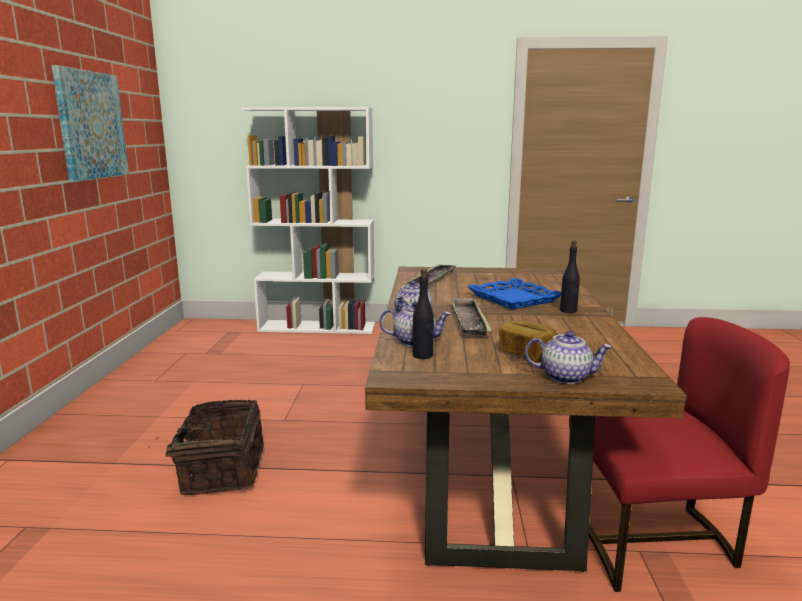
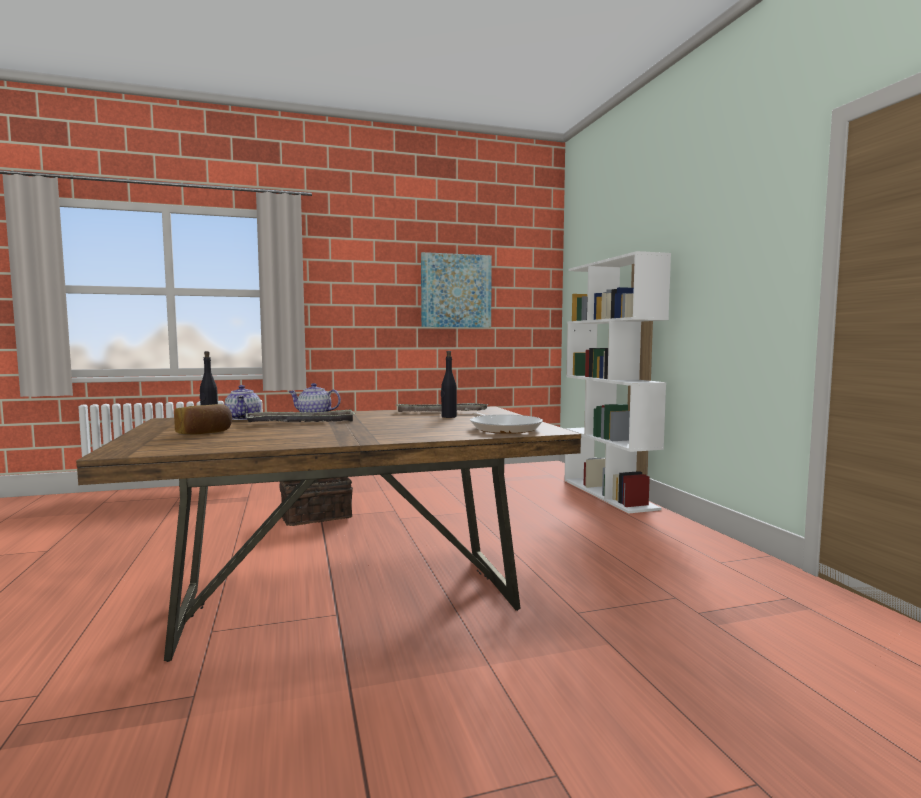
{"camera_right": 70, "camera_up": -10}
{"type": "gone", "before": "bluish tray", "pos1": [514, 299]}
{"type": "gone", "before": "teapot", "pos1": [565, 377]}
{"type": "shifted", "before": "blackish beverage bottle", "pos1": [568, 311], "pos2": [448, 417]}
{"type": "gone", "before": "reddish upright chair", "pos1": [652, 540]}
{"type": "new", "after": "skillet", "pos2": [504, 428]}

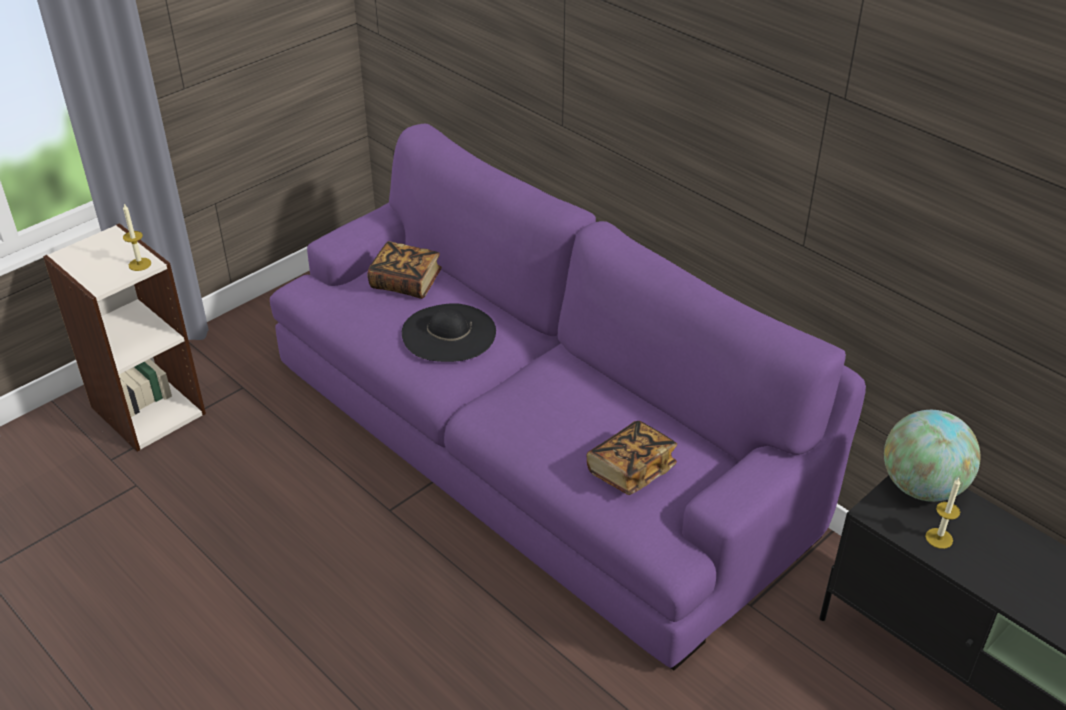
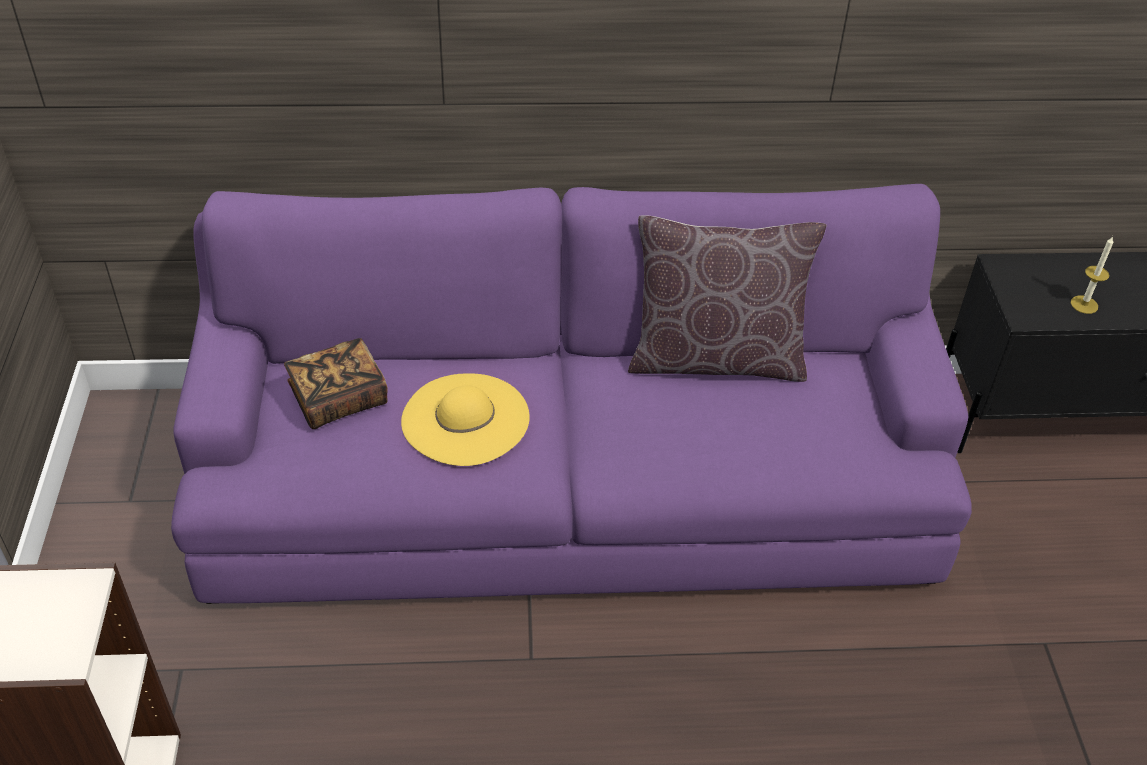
{"camera_right": -50, "camera_up": 5}
{"type": "gone", "before": "wax candle", "pos1": [140, 264]}
{"type": "repainted", "before": "blackish wearable hat", "after": "yellow-coloured wearable hat", "pos1": [448, 333], "pos2": [465, 419]}
{"type": "gone", "before": "bound book", "pos1": [630, 470]}
{"type": "gone", "before": "globe", "pos1": [922, 487]}
{"type": "new", "after": "brownish pillow", "pos2": [716, 358]}

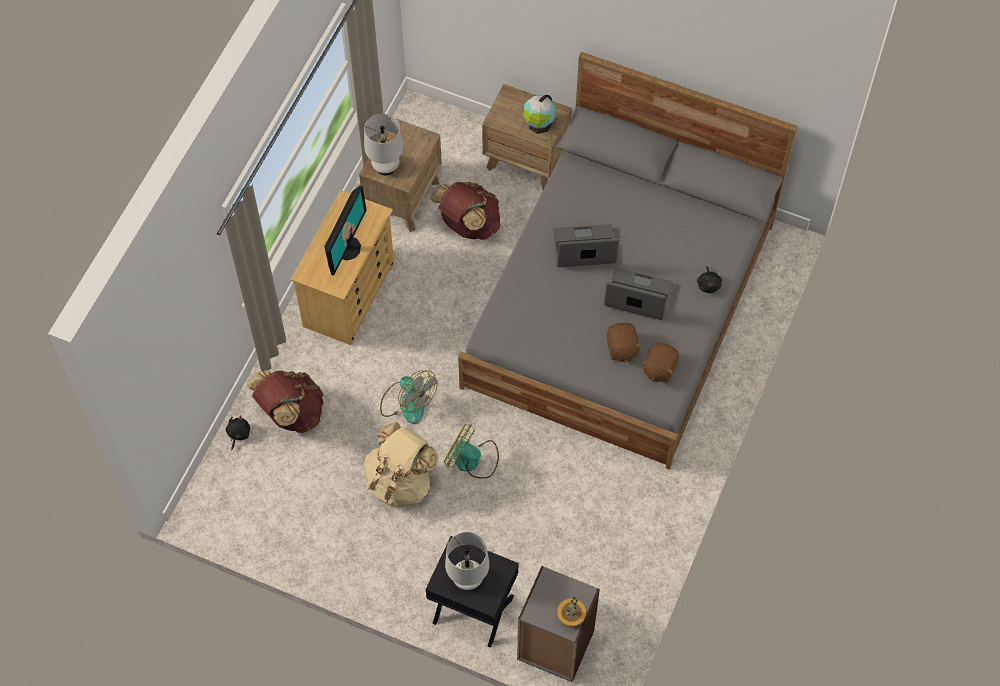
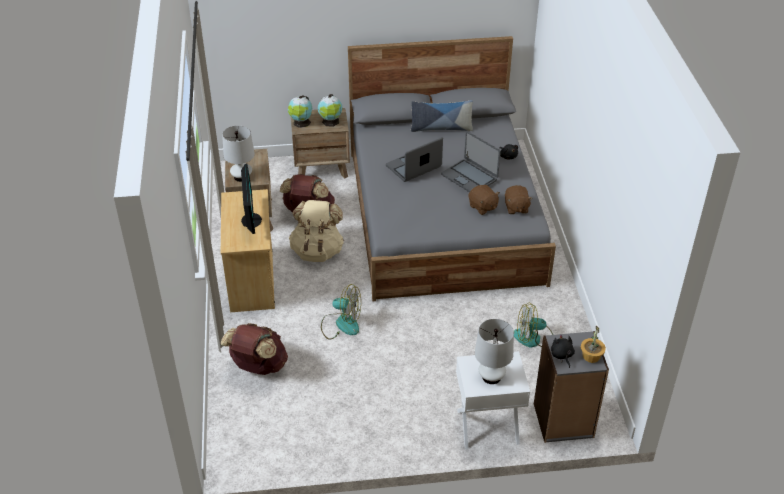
{"camera_right": -30, "camera_up": -20}
{"type": "shifted", "before": "blackish plush toy", "pos1": [238, 434], "pos2": [562, 356]}
{"type": "shifted", "before": "sand-coloured knapsack", "pos1": [400, 481], "pos2": [317, 251]}
{"type": "repainted", "before": "blackish night table", "after": "whitish night table", "pos1": [472, 610], "pos2": [487, 427]}
{"type": "shifted", "before": "fan", "pos1": [472, 460], "pos2": [533, 338]}
{"type": "rotated", "before": "portable computer", "pos1": [638, 296], "pos2": [469, 177], "turn": -120}
{"type": "new", "after": "globe", "pos2": [301, 123]}
{"type": "new", "after": "pillow", "pos2": [441, 128]}

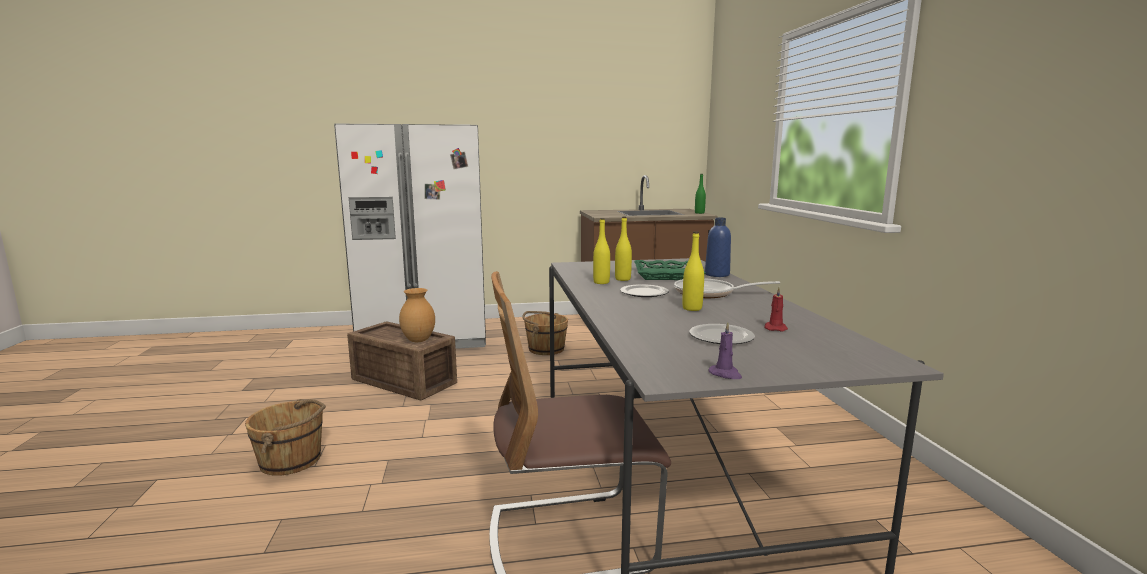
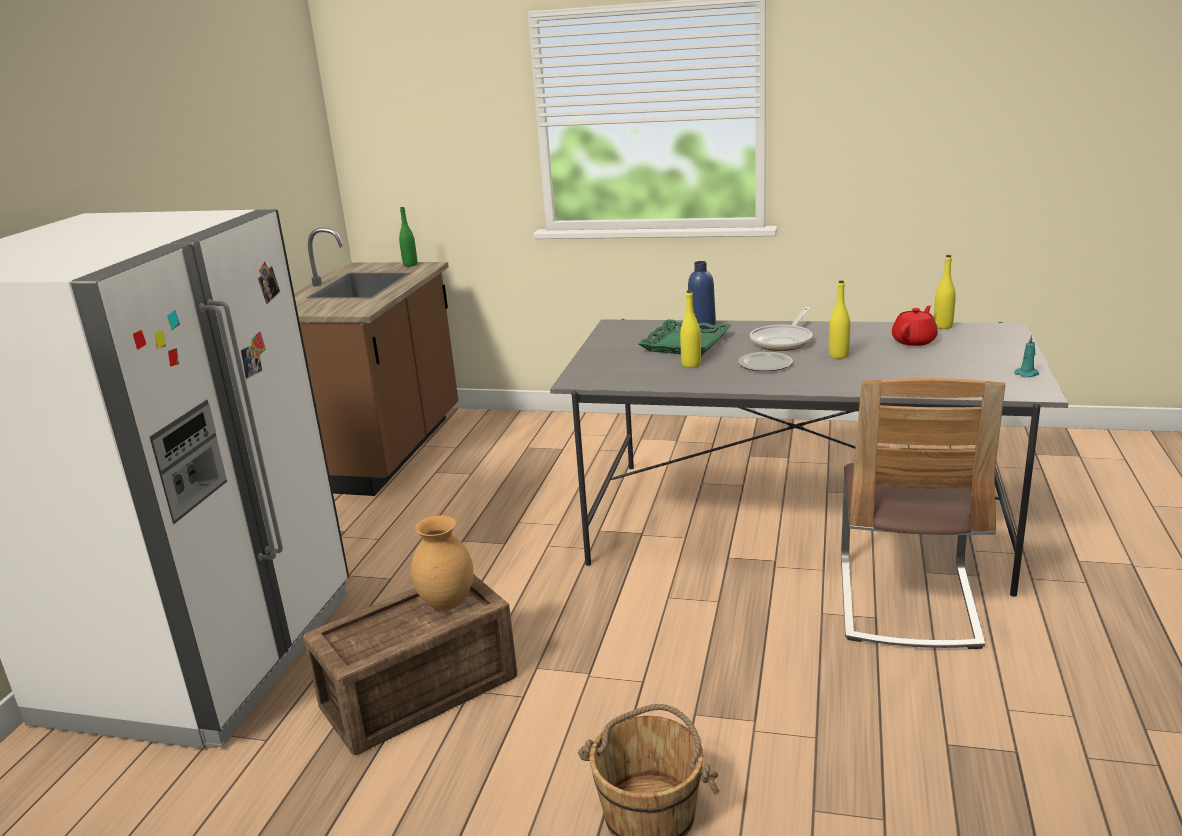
{"camera_right": -65, "camera_up": 10}
{"type": "gone", "before": "brownish pail", "pos1": [545, 349]}
{"type": "shifted", "before": "yellow-coloured beverage bottle", "pos1": [601, 282], "pos2": [943, 326]}
{"type": "gone", "before": "flat dish", "pos1": [720, 337]}
{"type": "repainted", "before": "purple-coloured wax candle", "after": "turquoise wax candle", "pos1": [725, 374], "pos2": [1027, 374]}
{"type": "swapped", "before": "reddish wax candle", "after": "reddish teapot", "pos1": [775, 328], "pos2": [914, 341]}

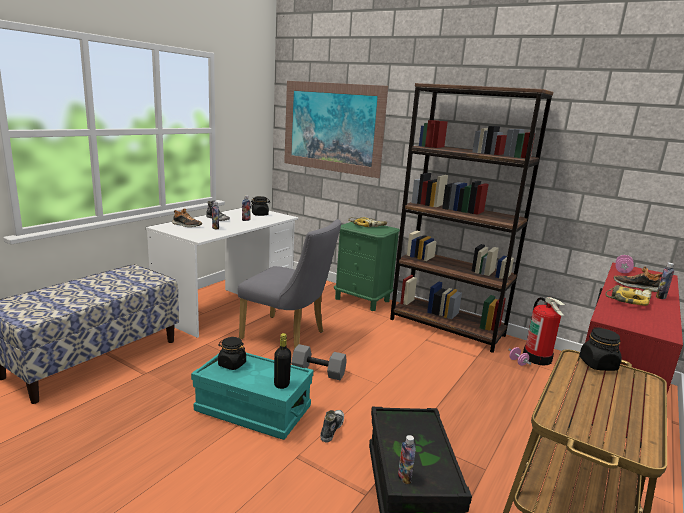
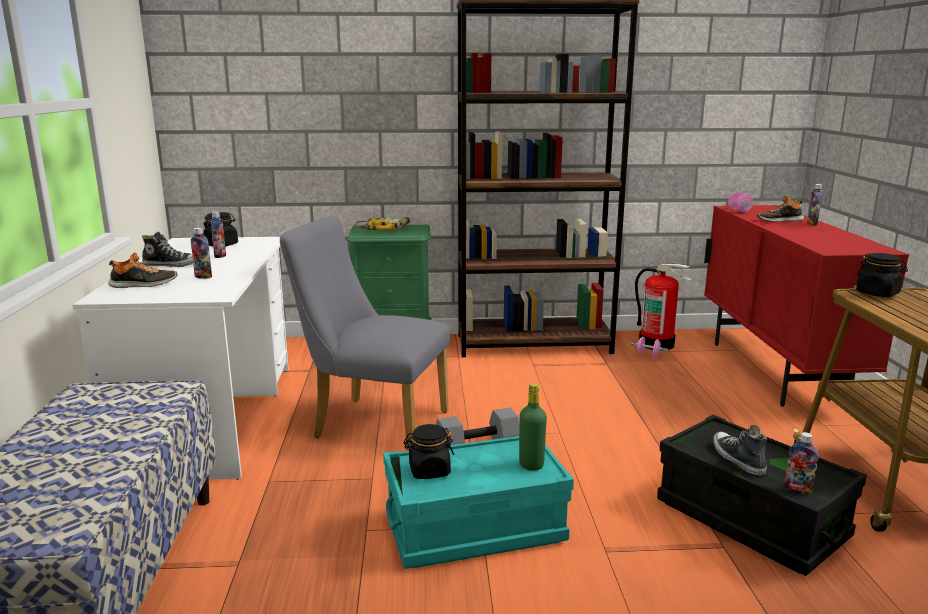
{"camera_right": -35, "camera_up": 0}
{"type": "rotated", "before": "greyish upright chair", "pos1": [288, 336], "pos2": [372, 423], "turn": -150}
{"type": "repainted", "before": "blackish beverage bottle", "after": "green-coloured beverage bottle", "pos1": [281, 384], "pos2": [531, 465]}
{"type": "gone", "before": "wall art", "pos1": [332, 127]}
{"type": "shifted", "before": "low shoe", "pos1": [331, 429], "pos2": [737, 459]}
{"type": "gone", "before": "electric drill", "pos1": [628, 299]}

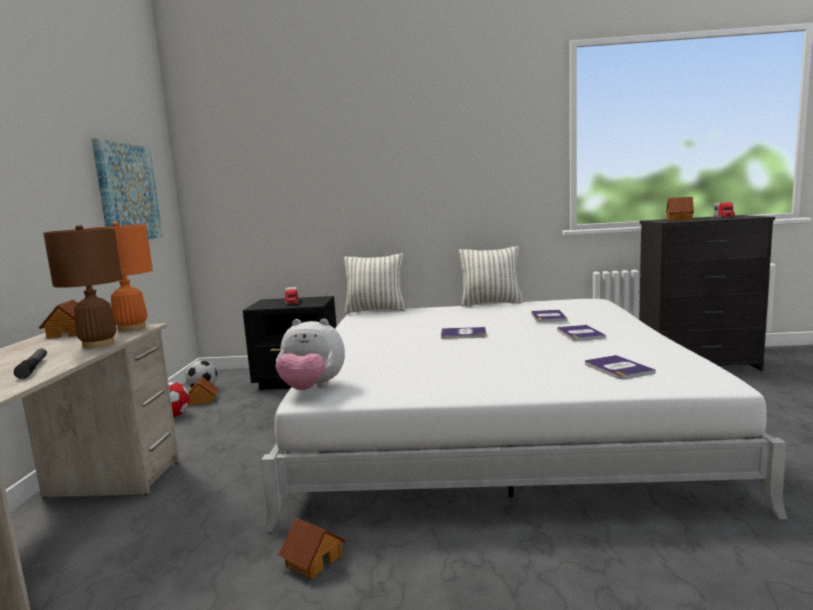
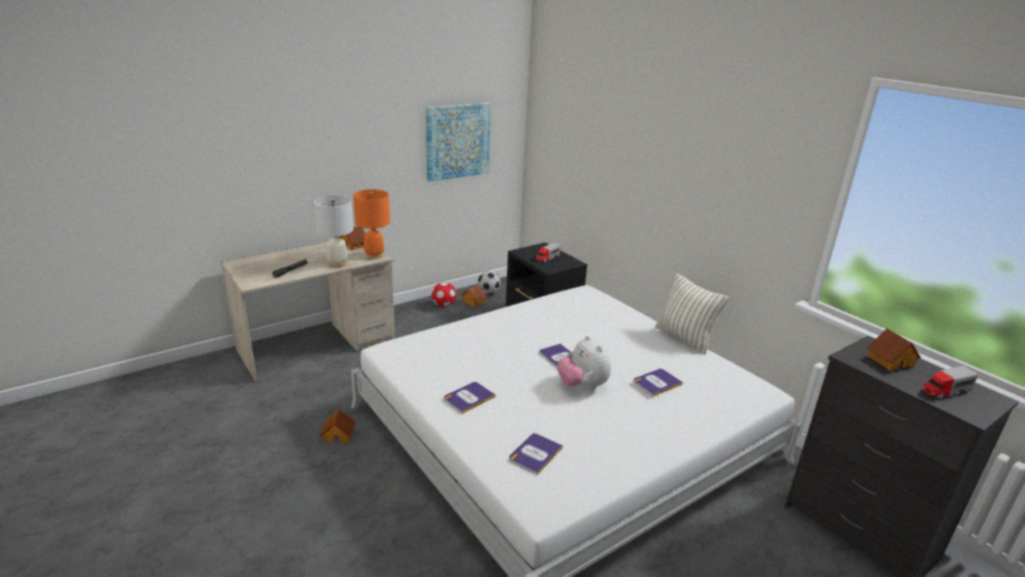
{"camera_right": 50, "camera_up": 15}
{"type": "repainted", "before": "brownish table lamp", "after": "whitish table lamp", "pos1": [98, 344], "pos2": [337, 264]}
{"type": "shifted", "before": "plush toy", "pos1": [312, 389], "pos2": [582, 385]}
{"type": "gone", "before": "pillow", "pos1": [375, 310]}
{"type": "shifted", "before": "bound book", "pos1": [580, 333], "pos2": [468, 398]}

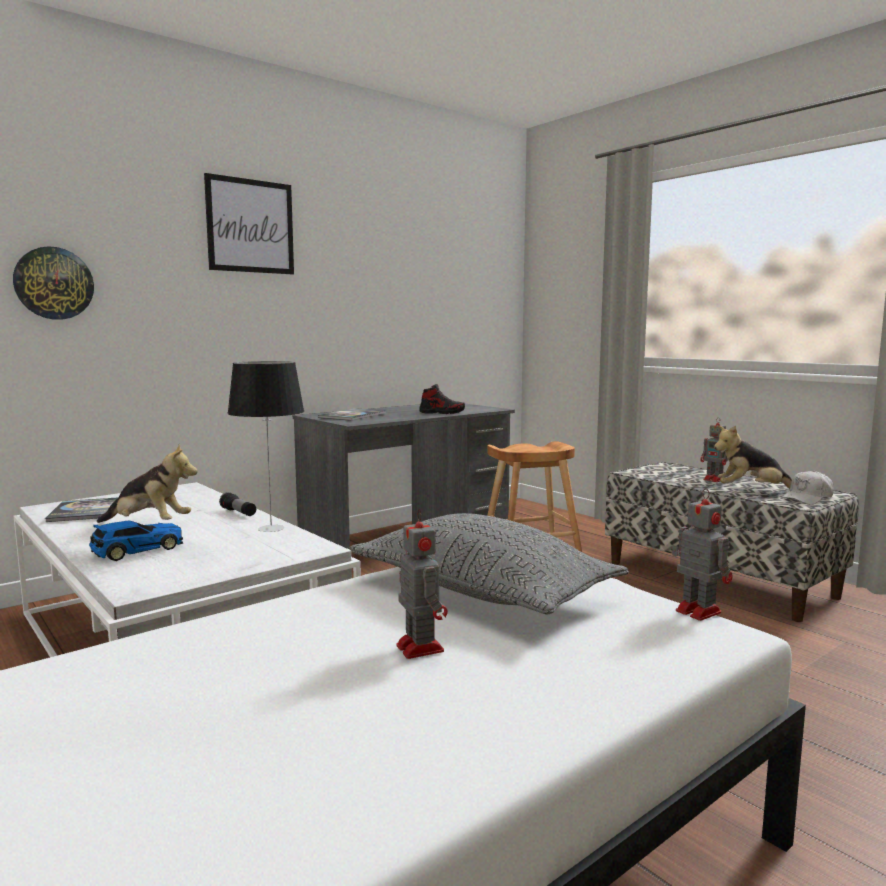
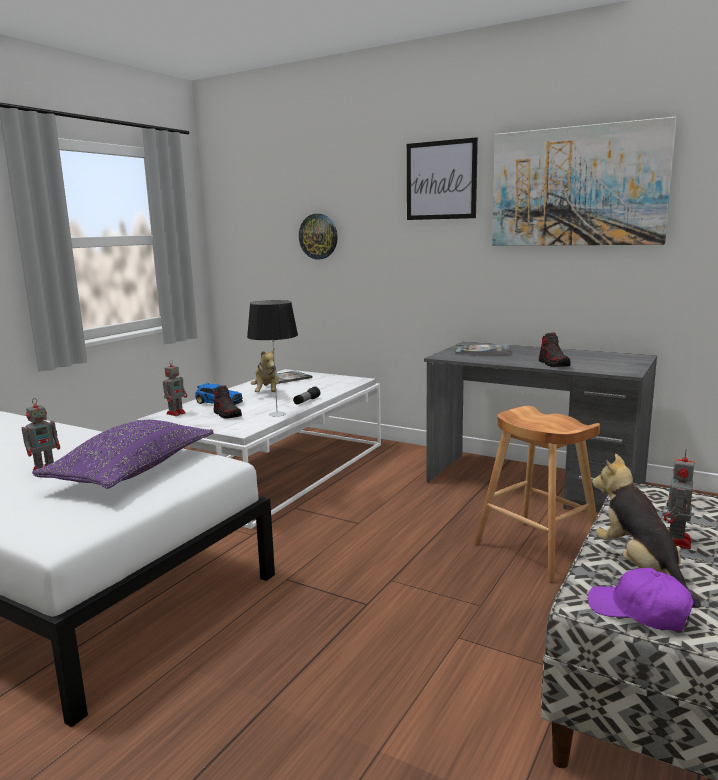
{"camera_right": 70, "camera_up": 5}
{"type": "repainted", "before": "greyish pillow", "after": "purple-coloured pillow", "pos1": [481, 591], "pos2": [133, 471]}
{"type": "shifted", "before": "toy robot", "pos1": [696, 611], "pos2": [176, 413]}
{"type": "repainted", "before": "whitish peaked cap", "after": "purple-coloured peaked cap", "pos1": [807, 498], "pos2": [639, 612]}
{"type": "new", "after": "low shoe", "pos2": [227, 414]}
{"type": "new", "after": "wall art", "pos2": [577, 187]}

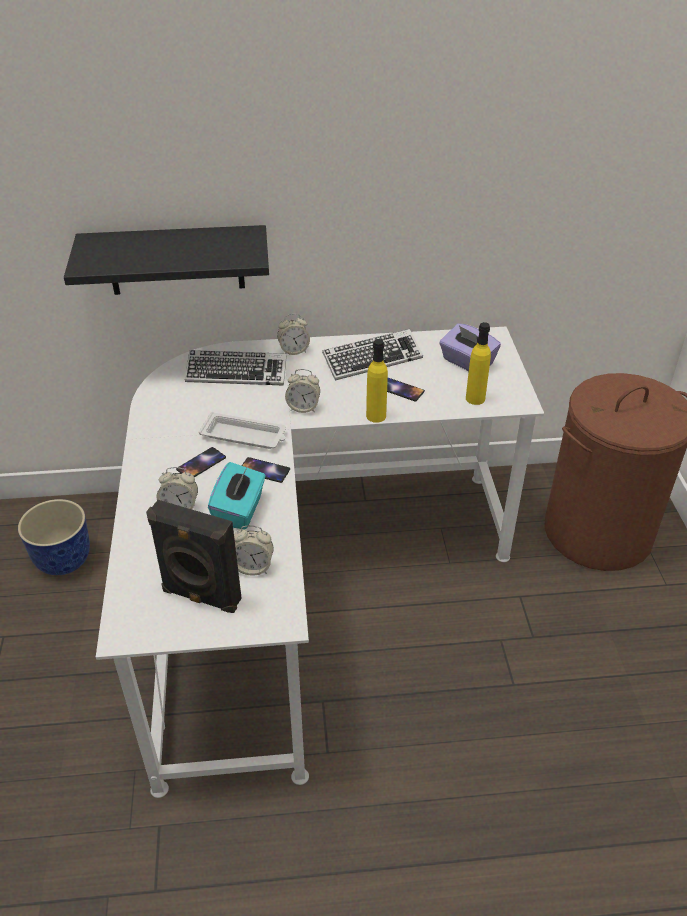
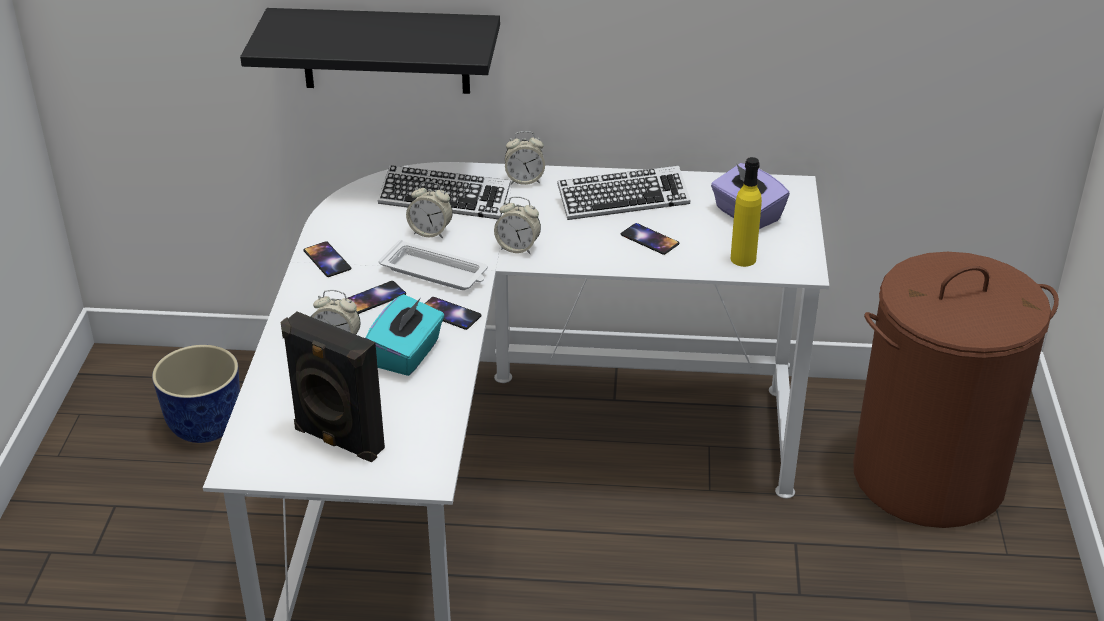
{"camera_right": 10, "camera_up": -5}
{"type": "shifted", "before": "bedside clock", "pos1": [253, 567], "pos2": [430, 232]}
{"type": "gone", "before": "yellow-coloured beverage bottle", "pos1": [376, 416]}
{"type": "new", "after": "handset", "pos2": [327, 260]}

